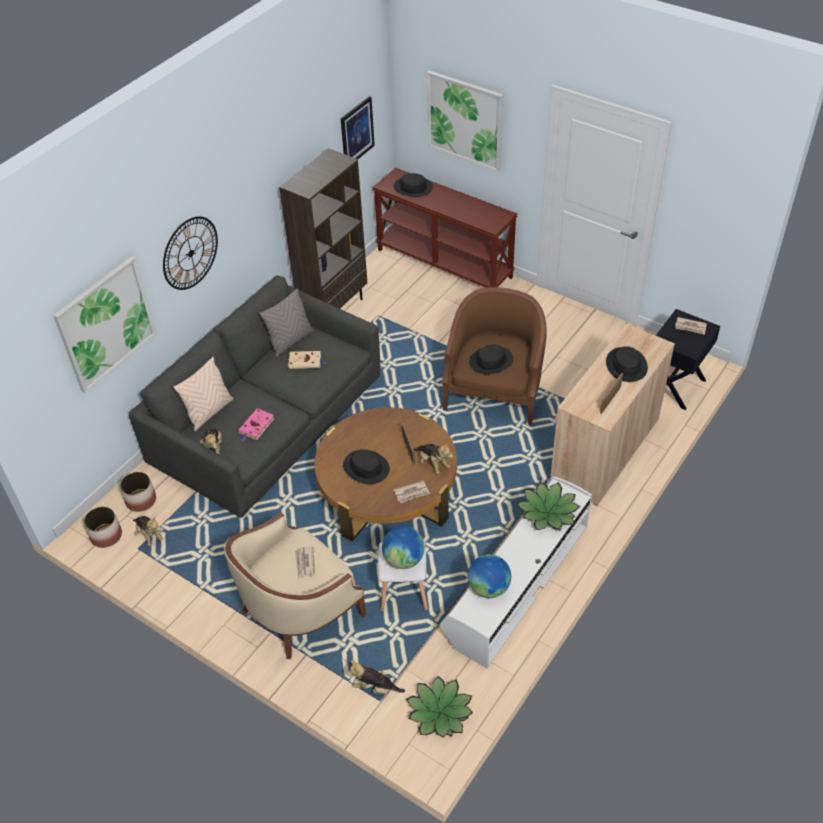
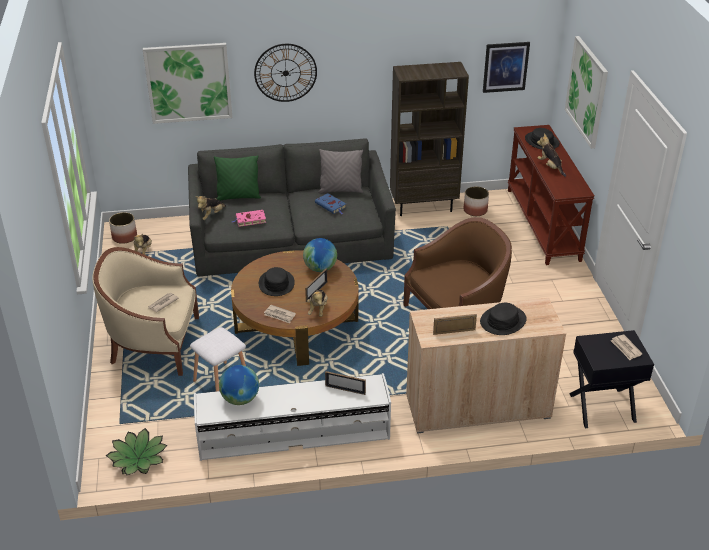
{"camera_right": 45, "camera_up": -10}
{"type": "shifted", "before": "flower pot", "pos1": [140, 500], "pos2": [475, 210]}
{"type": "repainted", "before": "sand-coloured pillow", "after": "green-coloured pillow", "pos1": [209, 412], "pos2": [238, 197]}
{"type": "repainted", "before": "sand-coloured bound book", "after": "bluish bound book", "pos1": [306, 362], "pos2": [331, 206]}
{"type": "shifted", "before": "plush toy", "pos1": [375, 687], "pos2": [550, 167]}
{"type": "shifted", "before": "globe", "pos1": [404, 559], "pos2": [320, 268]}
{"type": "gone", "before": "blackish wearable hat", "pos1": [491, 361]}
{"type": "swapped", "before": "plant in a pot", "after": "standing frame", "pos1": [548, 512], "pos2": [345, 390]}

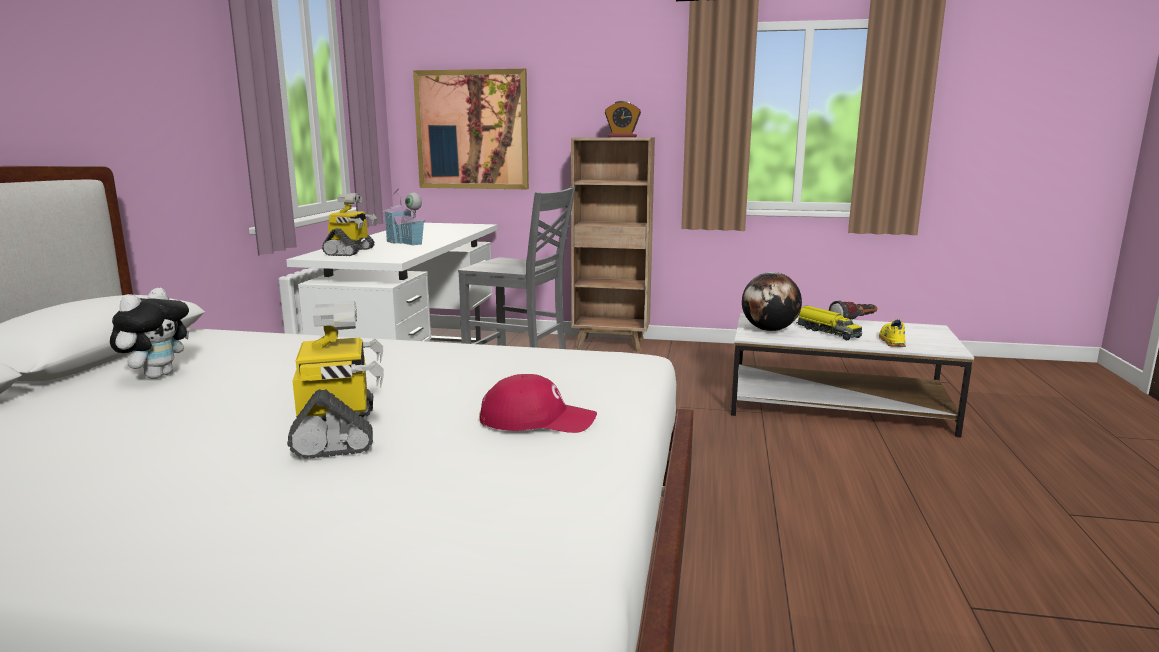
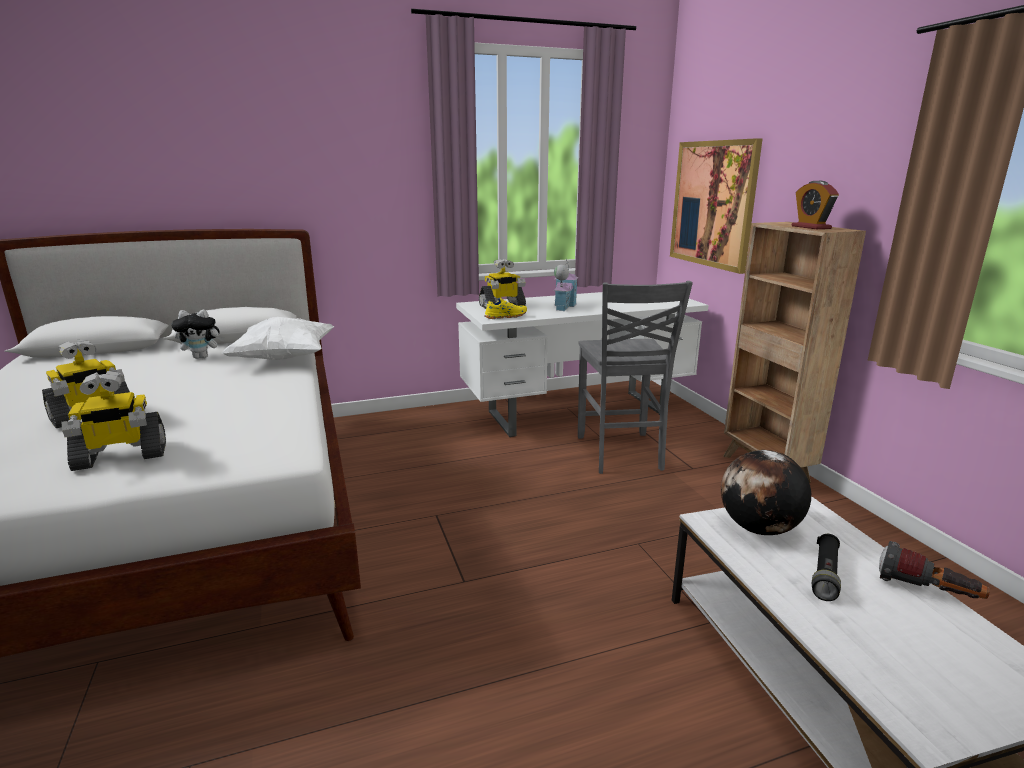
{"camera_right": 60, "camera_up": 5}
{"type": "swapped", "before": "reddish peaked cap", "after": "toy robot", "pos1": [537, 419], "pos2": [120, 456]}
{"type": "swapped", "before": "toy truck", "after": "blackish torch", "pos1": [827, 332], "pos2": [825, 575]}
{"type": "shifted", "before": "yellow-coloured low shoe", "pos1": [891, 341], "pos2": [505, 316]}
{"type": "new", "after": "whitish pillow", "pos2": [284, 358]}

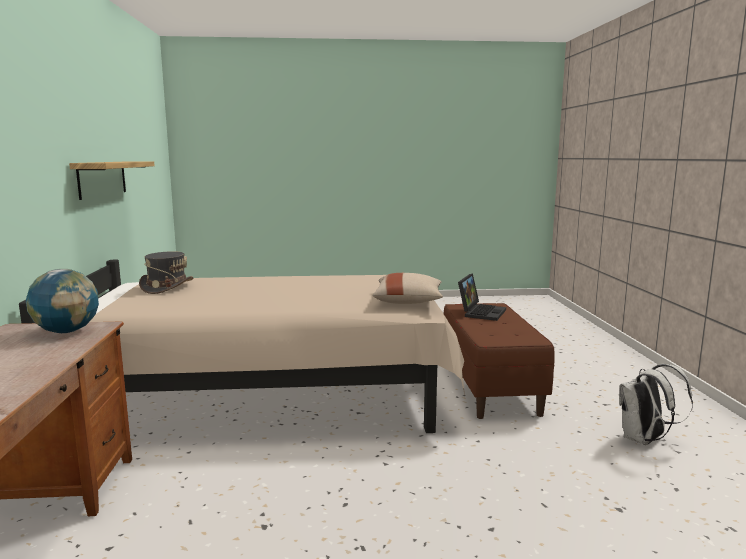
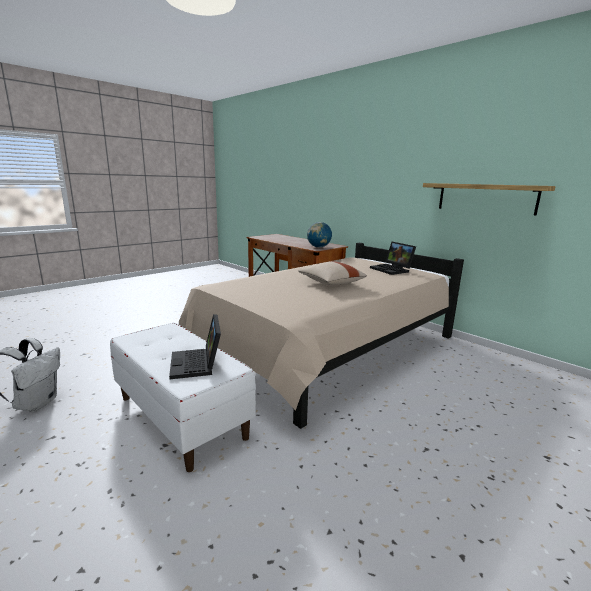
{"camera_right": 140, "camera_up": 5}
{"type": "swapped", "before": "greyish wearable hat", "after": "portable computer", "pos1": [167, 287], "pos2": [392, 270]}
{"type": "shifted", "before": "sand-coloured pillow", "pos1": [408, 302], "pos2": [330, 283]}
{"type": "repainted", "before": "brownish bench", "after": "whitish bench", "pos1": [489, 386], "pos2": [182, 417]}

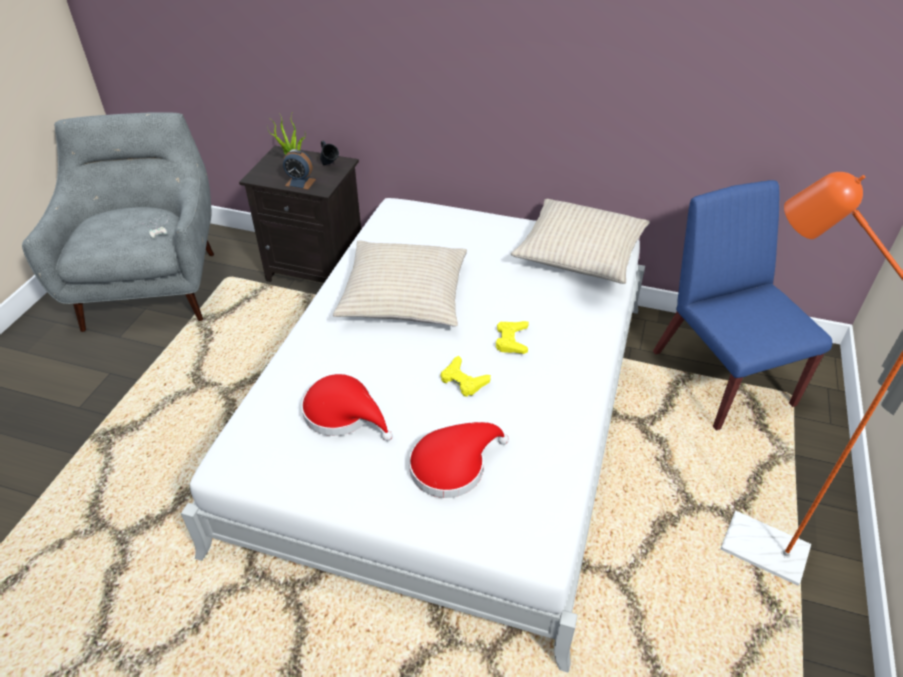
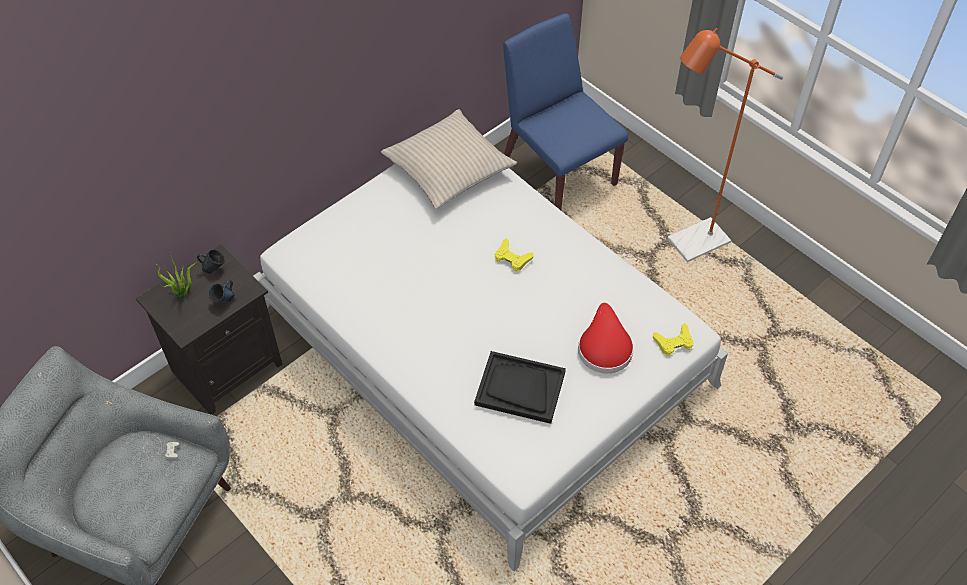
{"camera_right": -60, "camera_up": 10}
{"type": "swapped", "before": "bedside clock", "after": "bluish tea mug", "pos1": [300, 182], "pos2": [225, 301]}
{"type": "swapped", "before": "reddish wearable hat", "after": "blackish tray", "pos1": [343, 414], "pos2": [519, 388]}
{"type": "gone", "before": "sand-coloured pillow", "pos1": [404, 295]}
{"type": "shifted", "before": "yellow-coloured joypad", "pos1": [463, 380], "pos2": [674, 342]}
{"type": "rotated", "before": "bluish upright chair", "pos1": [720, 377], "pos2": [558, 171], "turn": 45}

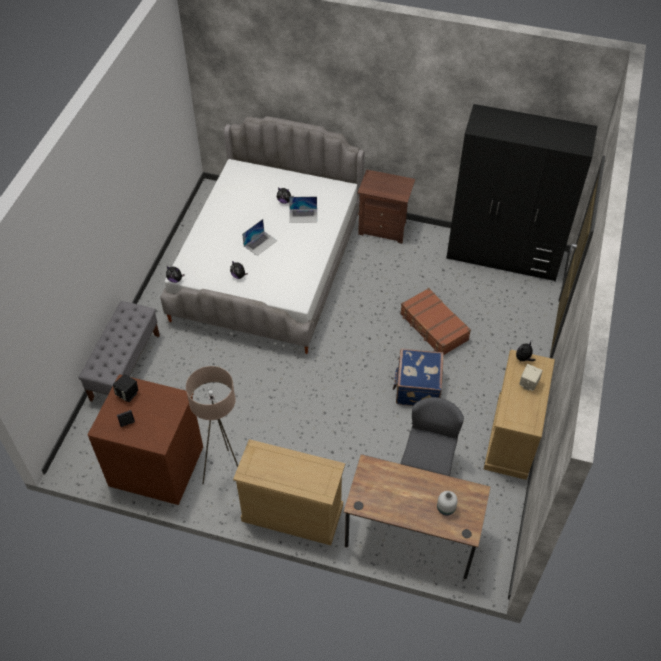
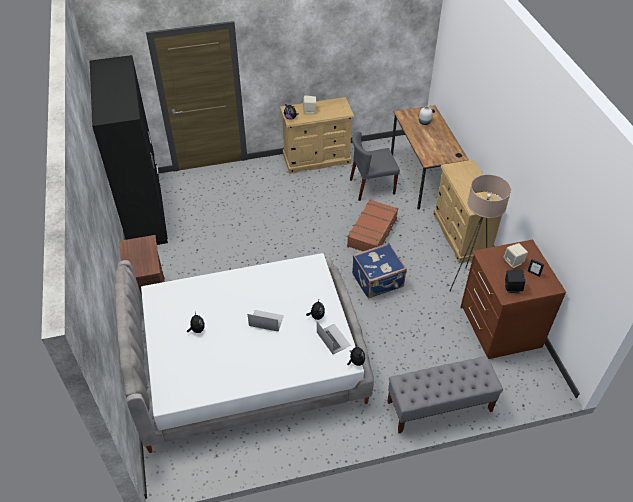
{"camera_right": -120, "camera_up": -5}
{"type": "shifted", "before": "portable computer", "pos1": [303, 215], "pos2": [333, 338]}
{"type": "shifted", "before": "bluish piece of luggage", "pos1": [417, 388], "pos2": [378, 281]}
{"type": "shifted", "before": "brownish piece of luggage", "pos1": [433, 327], "pos2": [372, 232]}
{"type": "new", "after": "sand-coloured speaker", "pos2": [513, 262]}

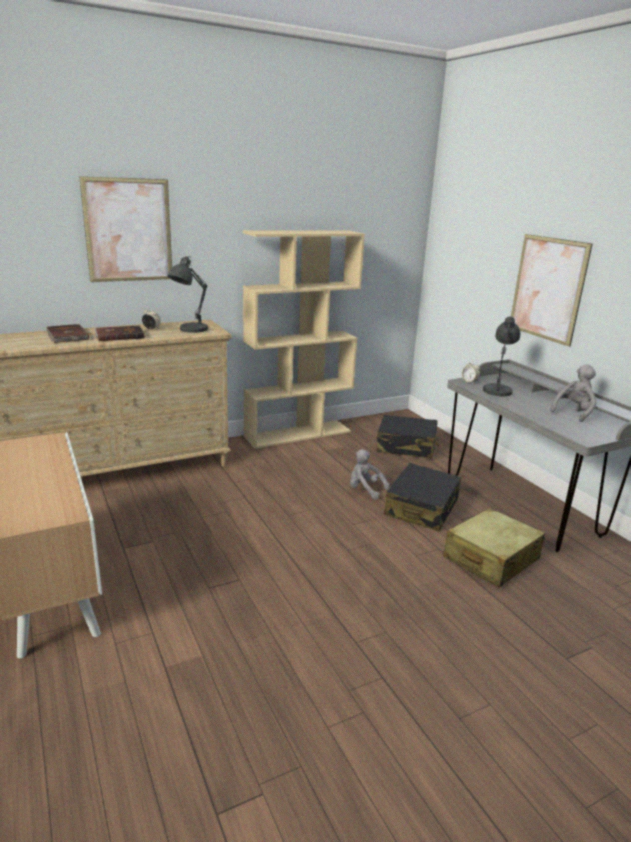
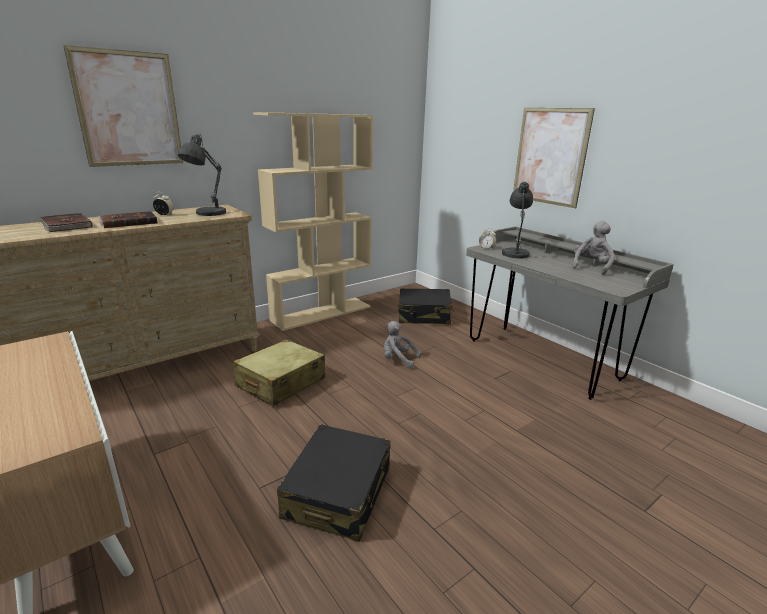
{"camera_right": -10, "camera_up": 0}
{"type": "shifted", "before": "blackish piece of luggage", "pos1": [422, 508], "pos2": [338, 493]}
{"type": "shifted", "before": "sand-coloured piece of luggage", "pos1": [490, 559], "pos2": [280, 383]}

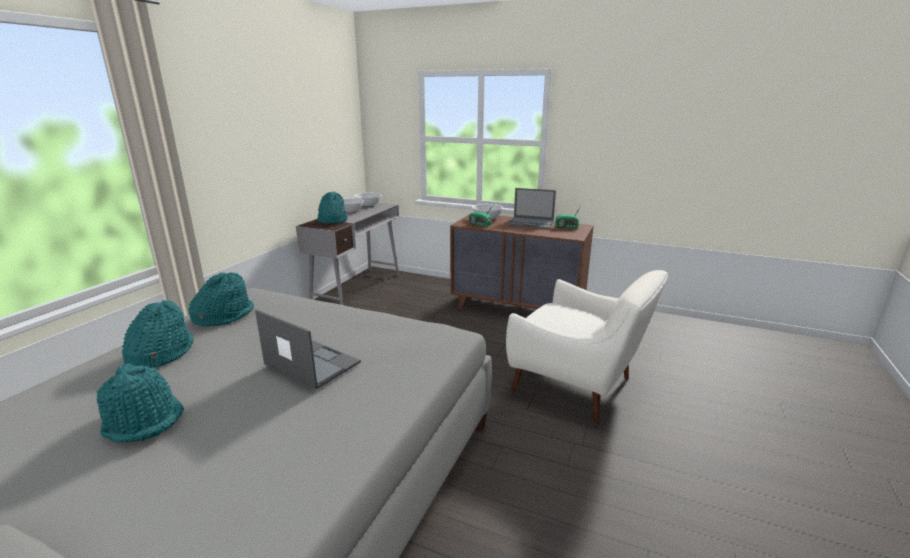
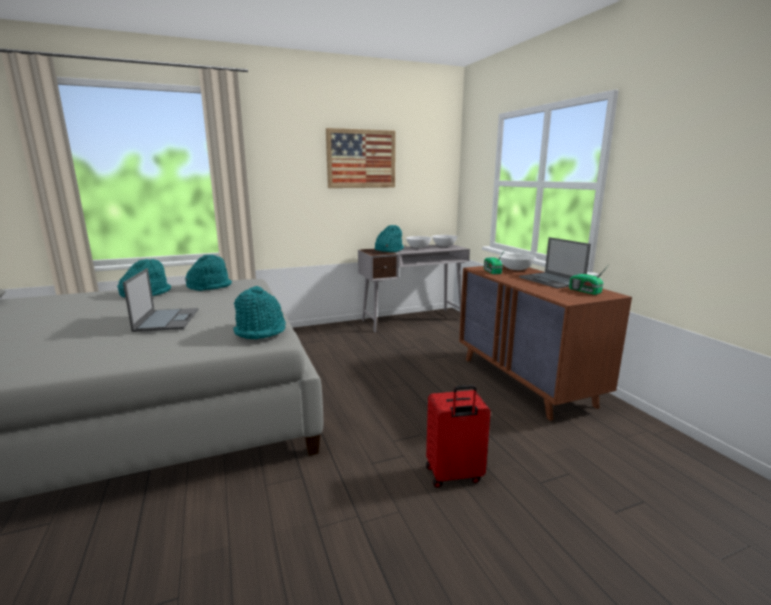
{"camera_right": 45, "camera_up": -5}
{"type": "shifted", "before": "turquoise wearable hat", "pos1": [144, 420], "pos2": [261, 330]}
{"type": "swapped", "before": "whitish lounge chair", "after": "reddish piece of luggage", "pos1": [577, 388], "pos2": [454, 475]}
{"type": "new", "after": "wall art", "pos2": [361, 159]}

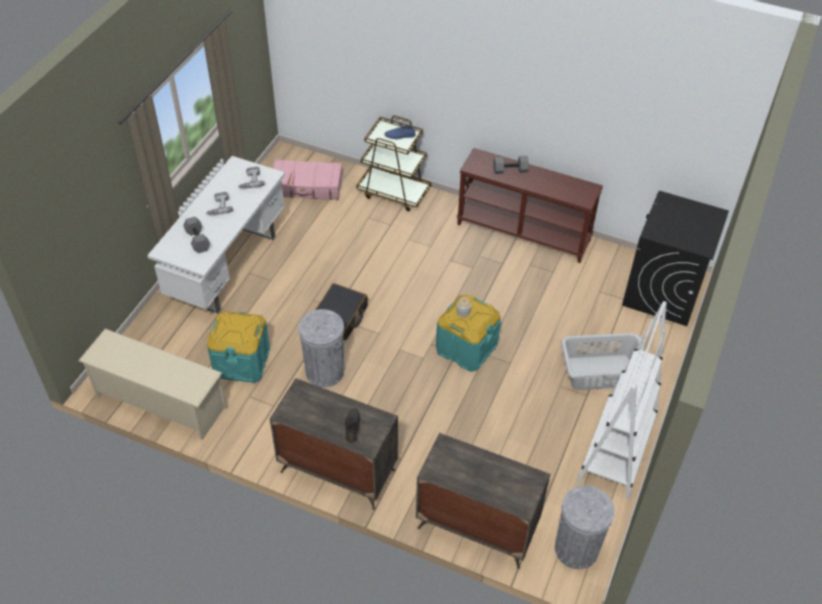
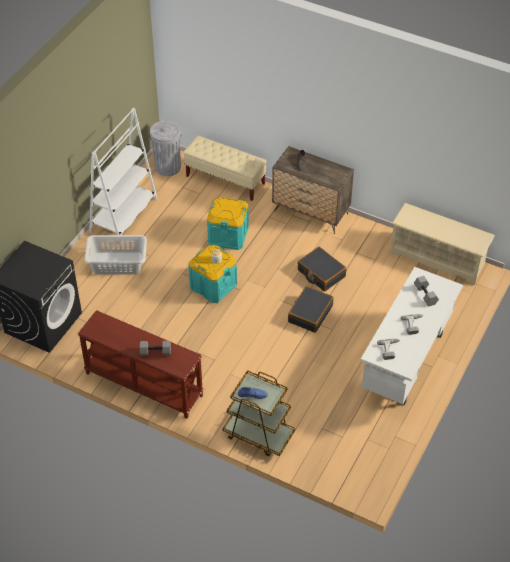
{"camera_right": -175, "camera_up": 0}
{"type": "shifted", "before": "turquoise storage bin", "pos1": [242, 362], "pos2": [228, 235]}
{"type": "gone", "before": "pink piece of luggage", "pos1": [307, 186]}
{"type": "swapped", "before": "greyish waste bin", "after": "blackish piece of luggage", "pos1": [324, 372], "pos2": [321, 273]}
{"type": "swapped", "before": "chest of drawers", "after": "sand-coloured bench", "pos1": [476, 526], "pos2": [225, 180]}

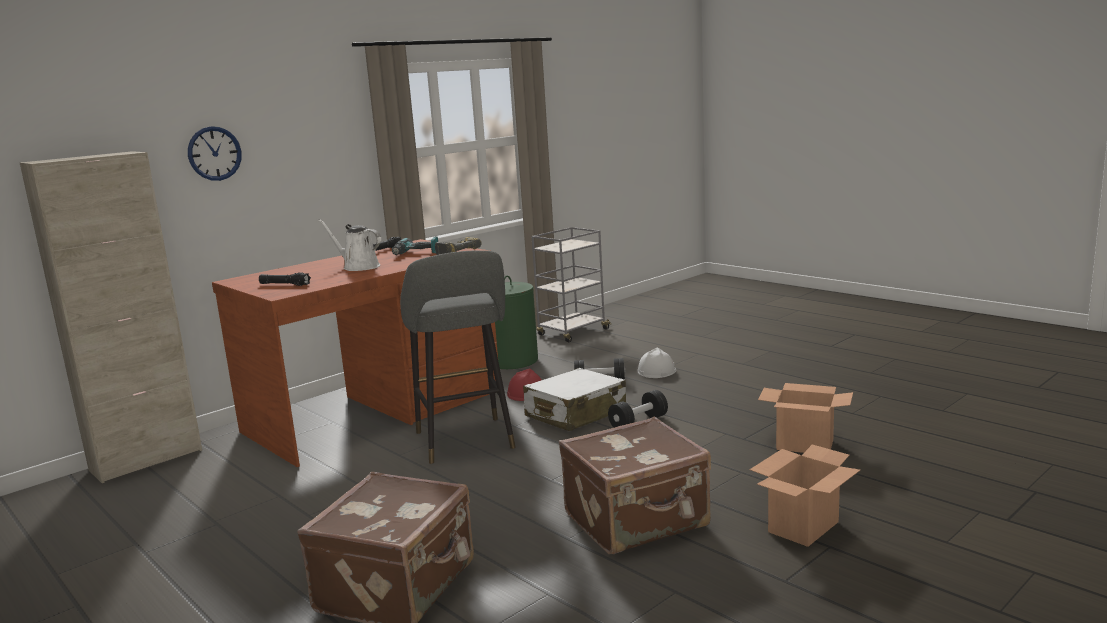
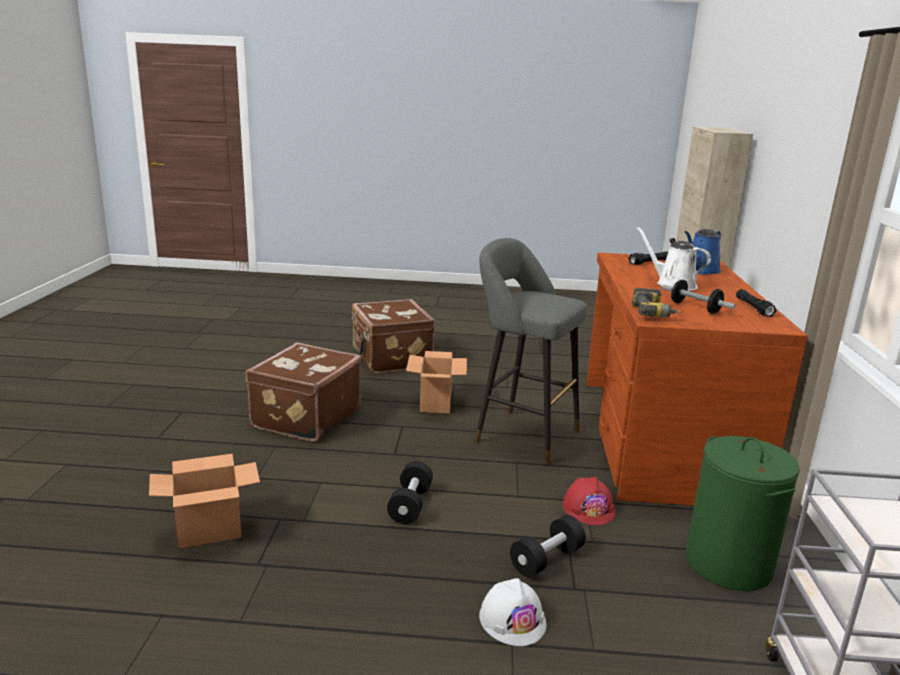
{"camera_right": 135, "camera_up": 5}
{"type": "gone", "before": "wall clock", "pos1": [214, 153]}
{"type": "rotated", "before": "whitish watering pot", "pos1": [358, 267], "pos2": [672, 284], "turn": -120}
{"type": "swapped", "before": "electric drill", "after": "dumbbell", "pos1": [416, 254], "pos2": [695, 307]}
{"type": "gone", "before": "whitish piece of luggage", "pos1": [575, 414]}
{"type": "shifted", "before": "packing box", "pos1": [803, 527], "pos2": [435, 403]}
{"type": "new", "after": "bluish watering pot", "pos2": [700, 271]}

